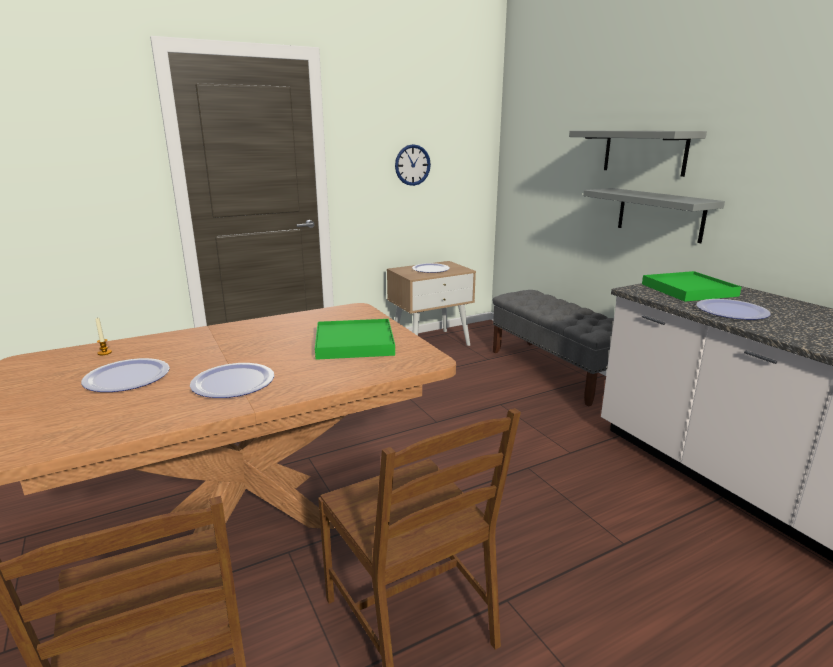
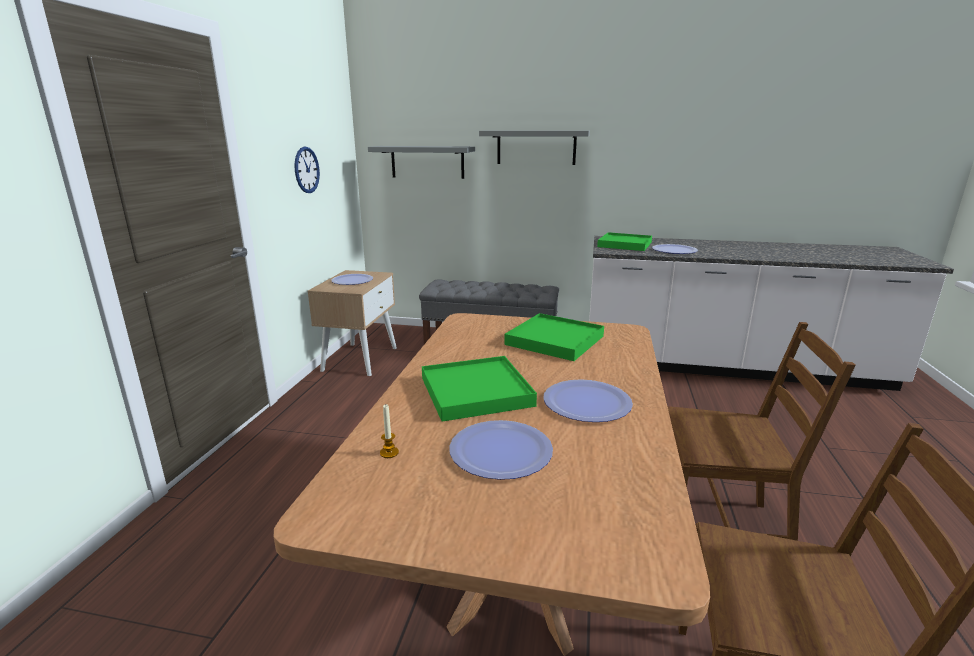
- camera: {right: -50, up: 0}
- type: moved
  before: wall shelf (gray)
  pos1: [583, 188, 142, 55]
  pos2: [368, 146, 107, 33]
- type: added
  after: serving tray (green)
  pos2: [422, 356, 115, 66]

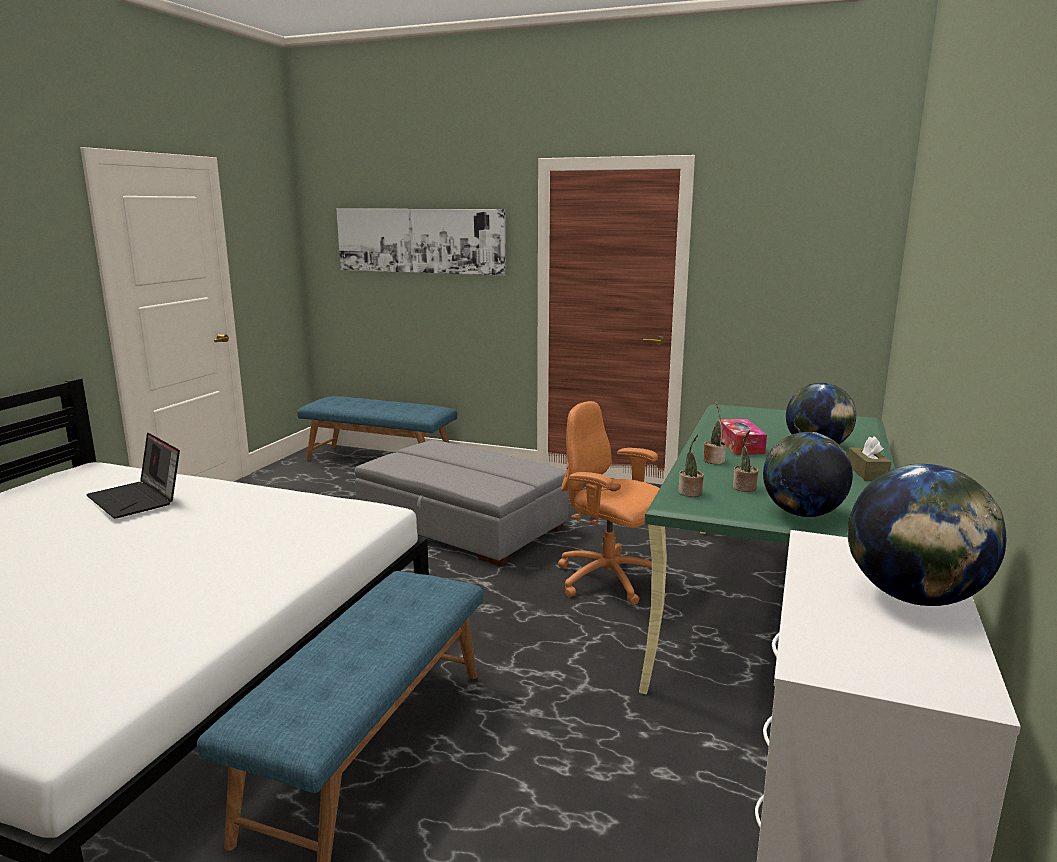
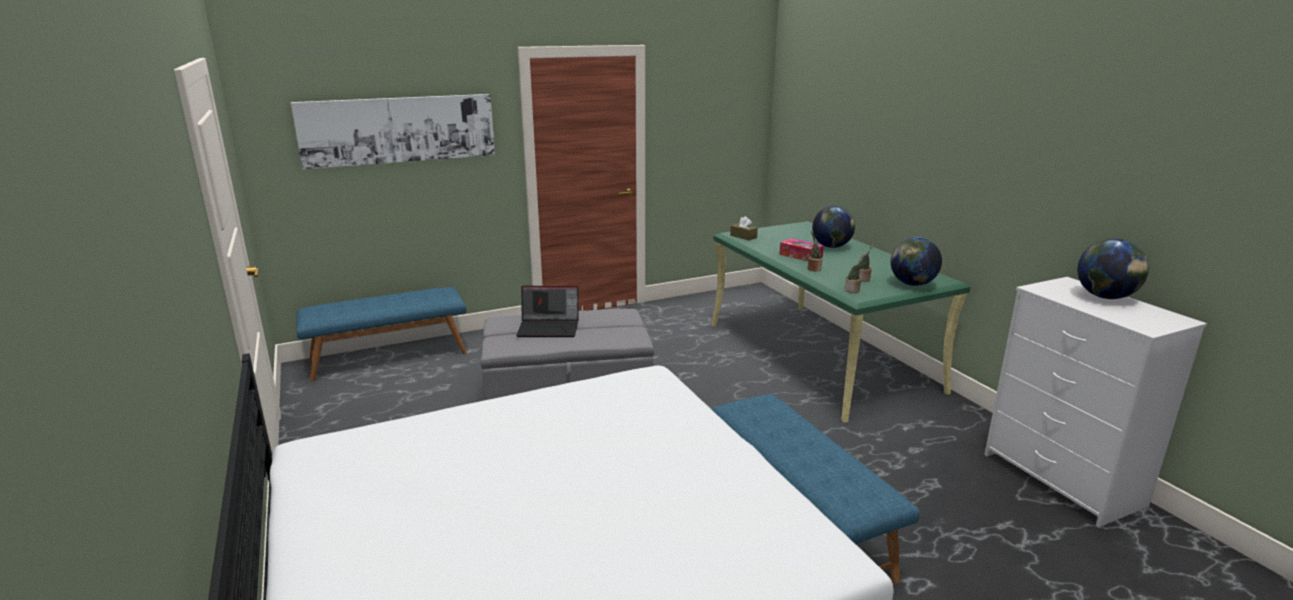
- camera: {right: -45, up: 5}
- type: removed
  before: office chair (orange)
  pos1: [558, 401, 102, 204]
- type: moved
  before: laptop
  pos1: [86, 433, 94, 86]
  pos2: [516, 286, 62, 51]
- type: moved
  before: tissue holder (brownish)
  pos1: [848, 436, 43, 44]
  pos2: [730, 216, 28, 24]

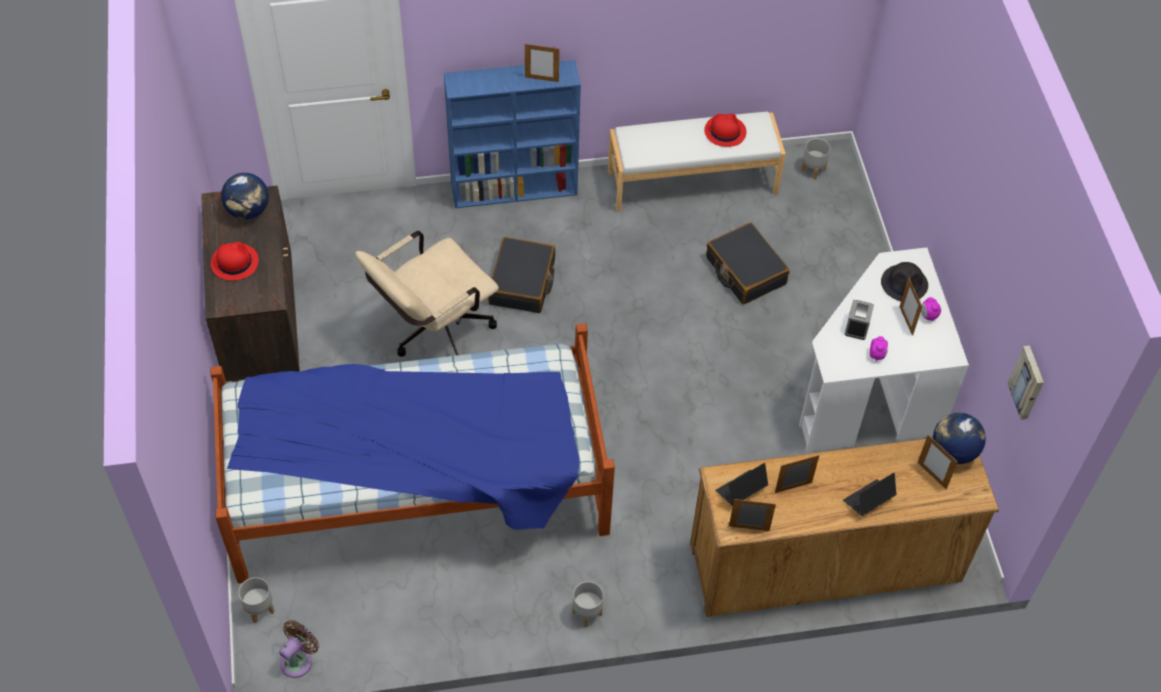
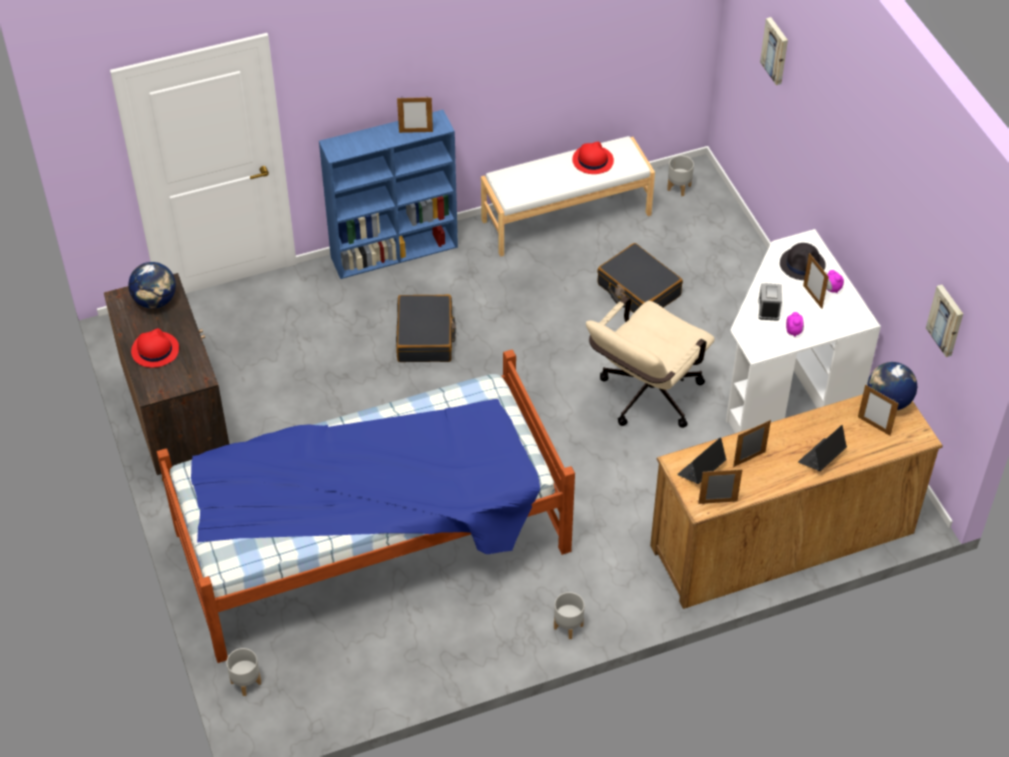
- camera: {right: -10, up: -5}
- type: moved
  before: office chair (beige)
  pos1: [355, 231, 144, 126]
  pos2: [586, 296, 129, 132]
- type: removed
  before: fan (brownish)
  pos1: [279, 620, 40, 58]
- type: added
  after: picture
  pos2: [760, 17, 28, 68]

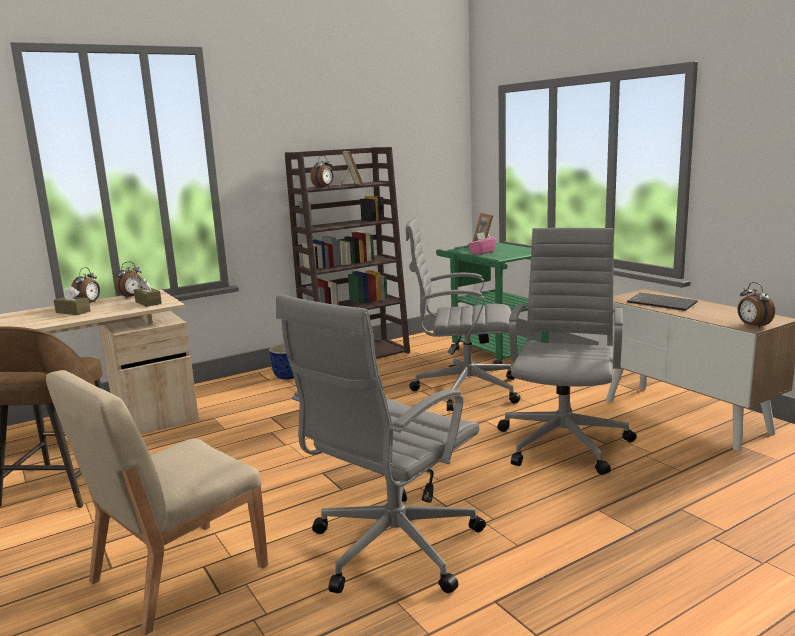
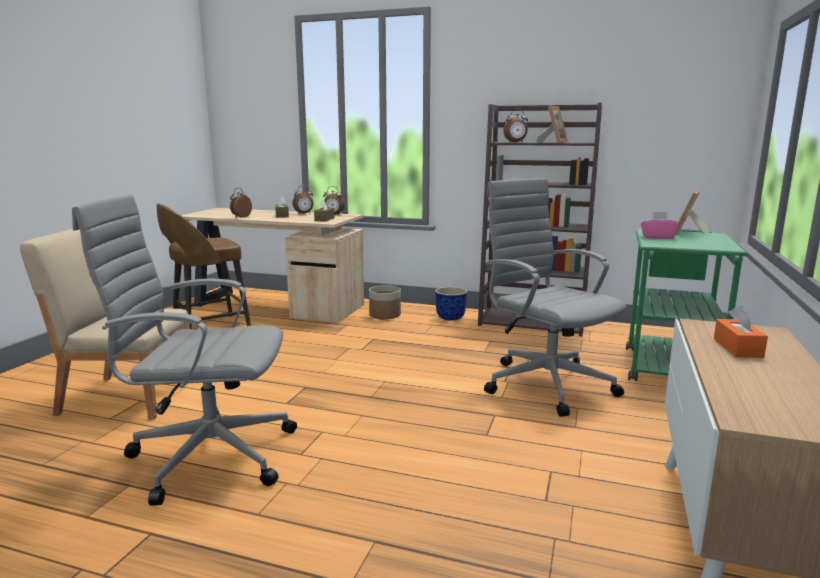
- camera: {right: 50, up: 0}
- type: removed
  before: office chair (gray)
  pos1: [497, 228, 140, 247]
- type: moved
  before: bedside clock
  pos1: [738, 282, 37, 47]
  pos2: [230, 188, 22, 30]
- type: replaced
  before: PC keyboard
  after: tissue holder (orange)
  pos1: [627, 293, 71, 18]
  pos2: [714, 306, 54, 52]
- type: added
  after: planter
  pos2: [369, 285, 32, 35]

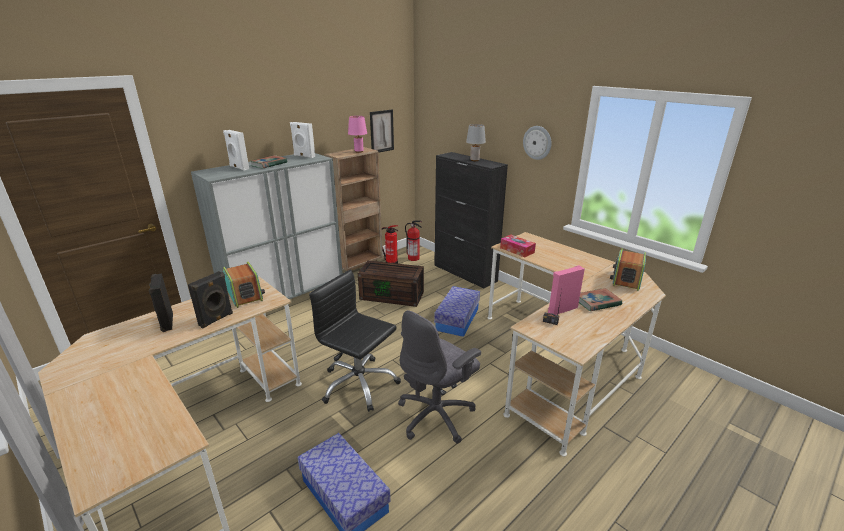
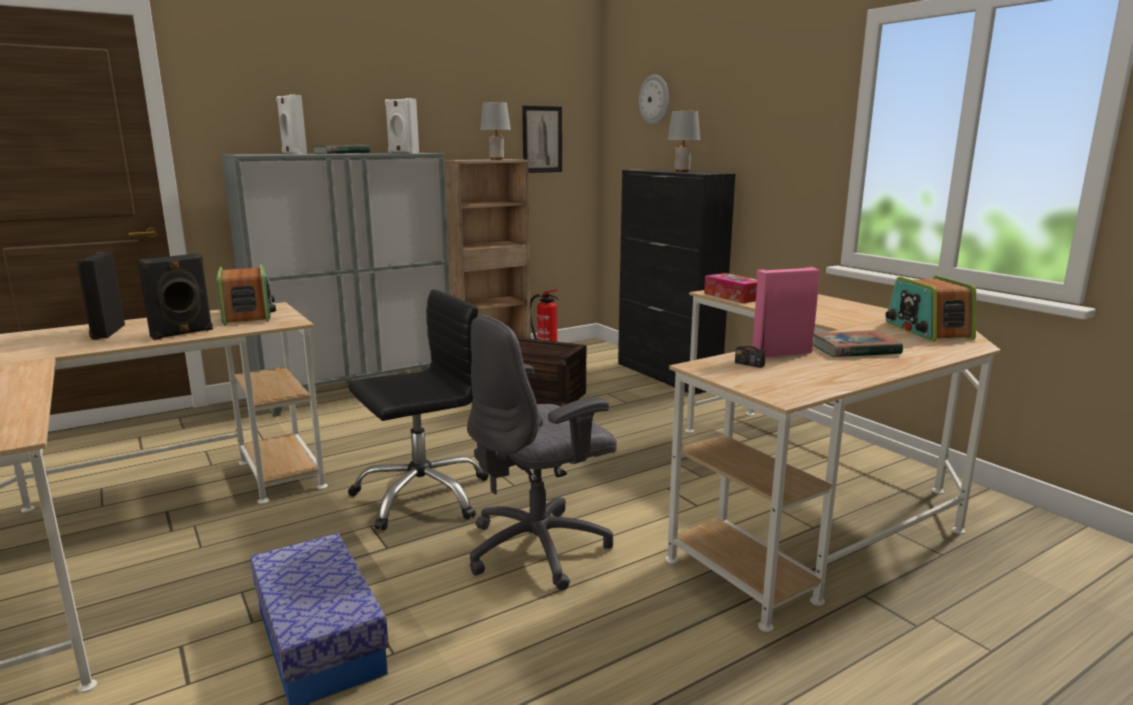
- camera: {right: 10, up: -10}
- type: recoloured
  before: lamp for a table (pink)
  after: lamp for a table (gray)
  pos1: [348, 116, 19, 37]
  pos2: [480, 102, 31, 58]
- type: moved
  before: wall clock
  pos1: [523, 126, 29, 34]
  pos2: [638, 75, 31, 50]
- type: removed
  before: extinguisher
  pos1: [405, 220, 17, 41]
- type: turned
  before: radio receiver
  pos1: [610, 248, 36, 43]
  pos2: [885, 276, 91, 65]
  turn: -45
- type: turned
  before: office chair (black-coloured)
  pos1: [309, 269, 92, 143]
  pos2: [348, 289, 141, 241]
  turn: 105
- type: removed
  before: storage container
  pos1: [434, 286, 46, 51]

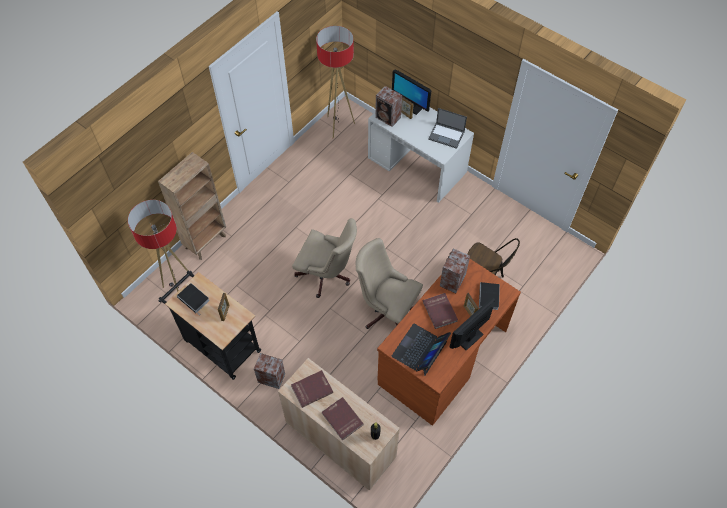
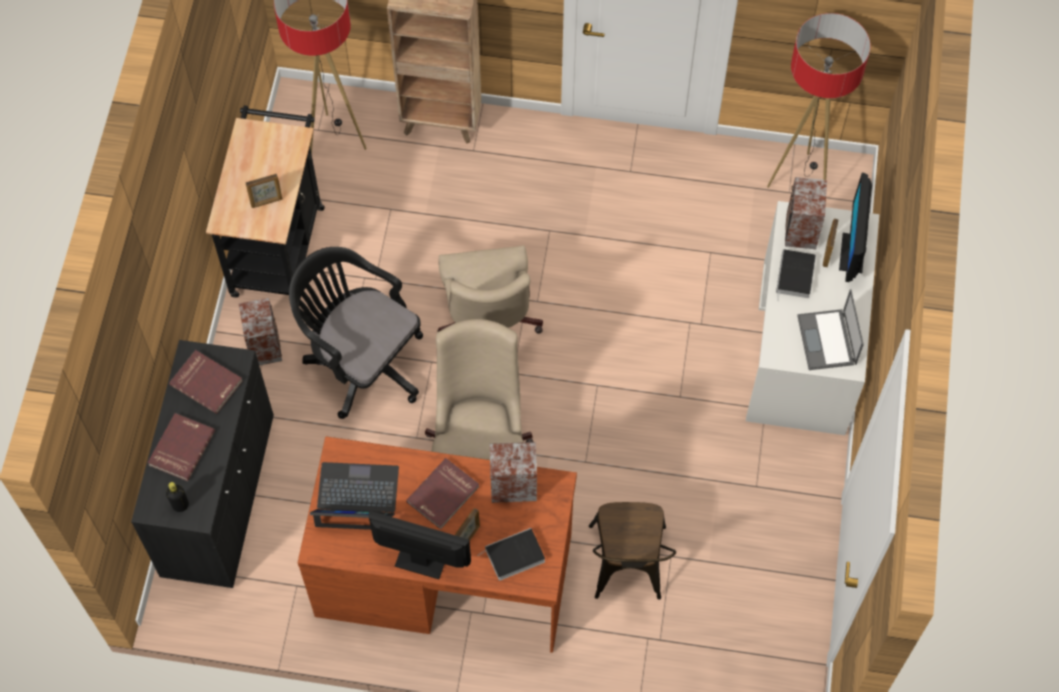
- camera: {right: 60, up: 5}
- type: moved
  before: bound book
  pos1: [177, 283, 33, 30]
  pos2: [776, 249, 40, 52]
- type: recoloured
  before: cabinet (beige)
  after: cabinet (black-coloured)
  pos1: [278, 358, 122, 133]
  pos2: [131, 340, 143, 248]
- type: added
  after: office chair (black-coloured)
  pos2: [289, 247, 134, 172]

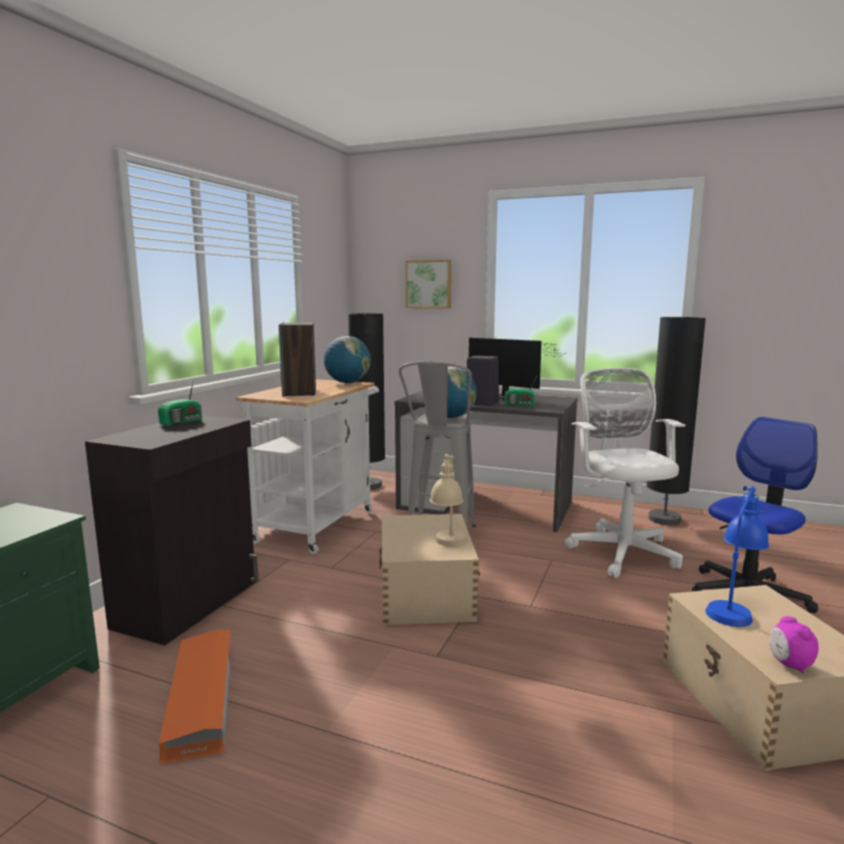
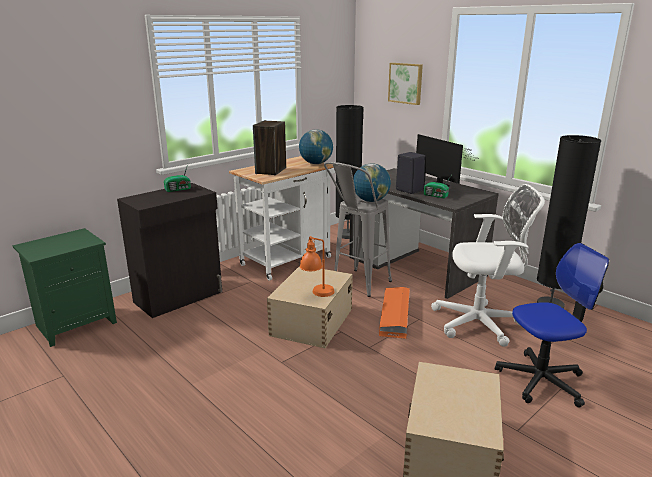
- camera: {right: 25, up: 10}
- type: turned
  before: office chair (whitish)
  pos1: [565, 368, 121, 210]
  pos2: [431, 184, 114, 163]
  turn: 75
- type: recoloured
  before: lamp for a table (beige)
  after: lamp for a table (orange)
  pos1: [430, 454, 37, 92]
  pos2: [300, 236, 35, 61]
- type: removed
  before: lamp for a table (bluish)
  pos1: [706, 486, 63, 141]
- type: removed
  before: bedside clock
  pos1: [769, 616, 49, 57]
- type: moved
  before: storage container (orange)
  pos1: [158, 630, 72, 134]
  pos2: [379, 287, 31, 52]

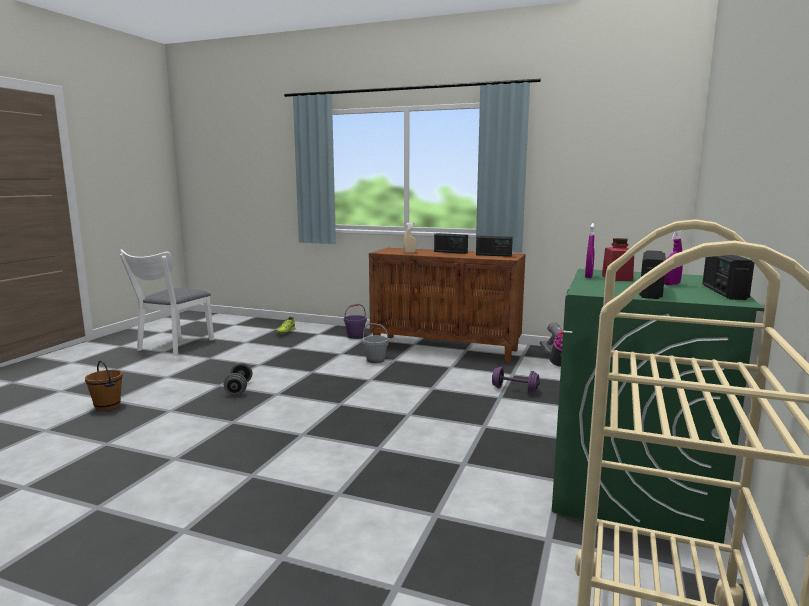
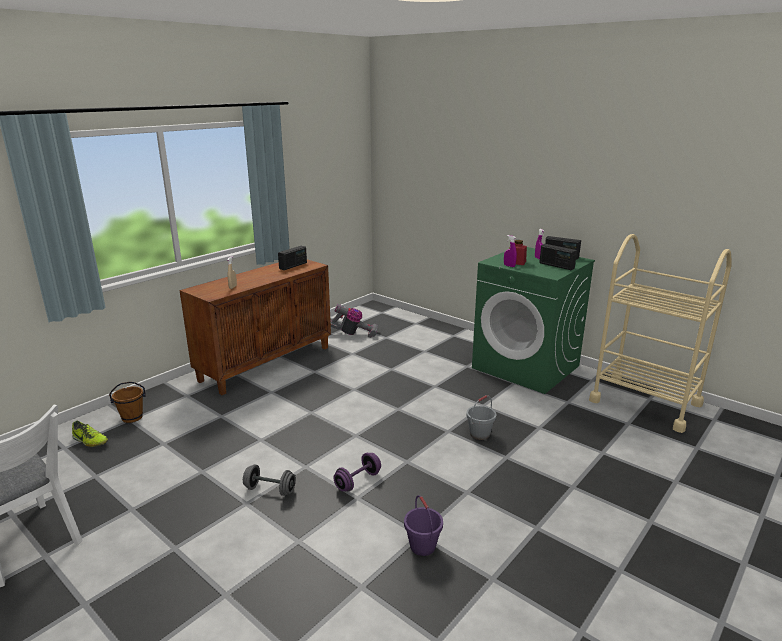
- camera: {right: -70, up: 10}
- type: removed
  before: radio receiver
  pos1: [434, 233, 34, 21]
- type: moved
  before: pail (purple-coloured)
  pos1: [344, 304, 23, 35]
  pos2: [404, 495, 39, 61]
- type: moved
  before: pail (gray)
  pos1: [362, 323, 27, 40]
  pos2: [466, 395, 30, 45]
- type: moved
  before: pail (brownish)
  pos1: [85, 360, 38, 51]
  pos2: [109, 382, 37, 41]
- type: moved
  before: hand weight (purple-coloured)
  pos1: [492, 366, 48, 27]
  pos2: [334, 453, 47, 38]

